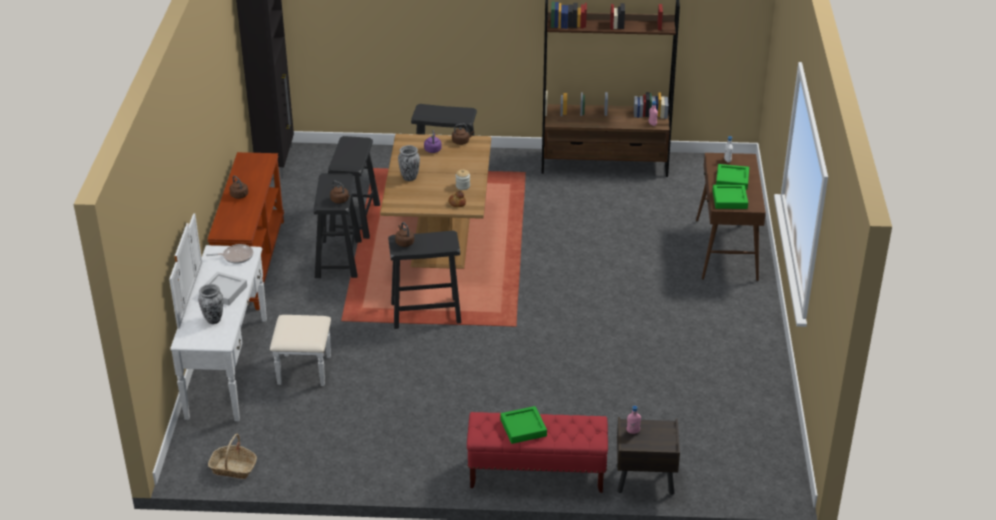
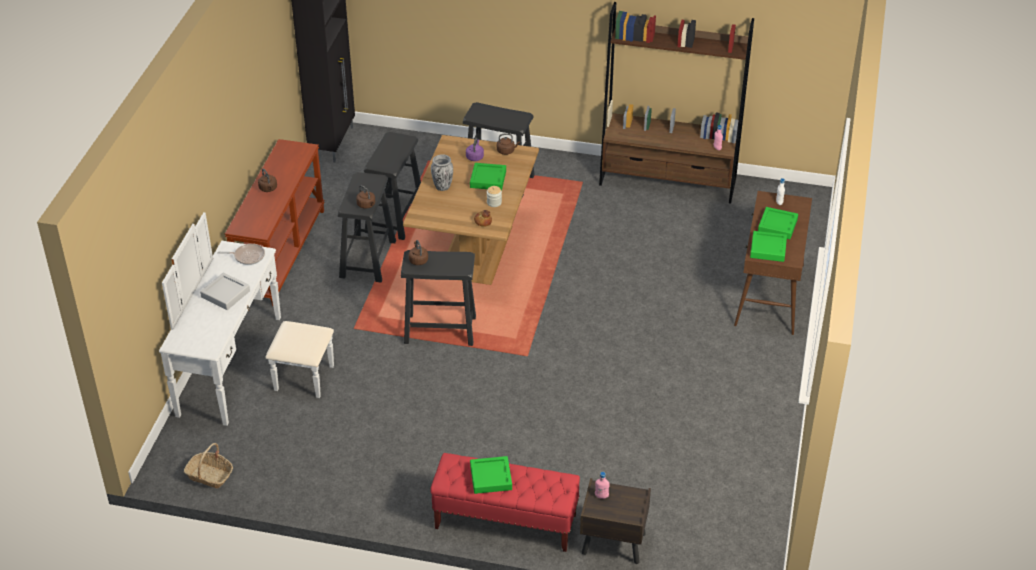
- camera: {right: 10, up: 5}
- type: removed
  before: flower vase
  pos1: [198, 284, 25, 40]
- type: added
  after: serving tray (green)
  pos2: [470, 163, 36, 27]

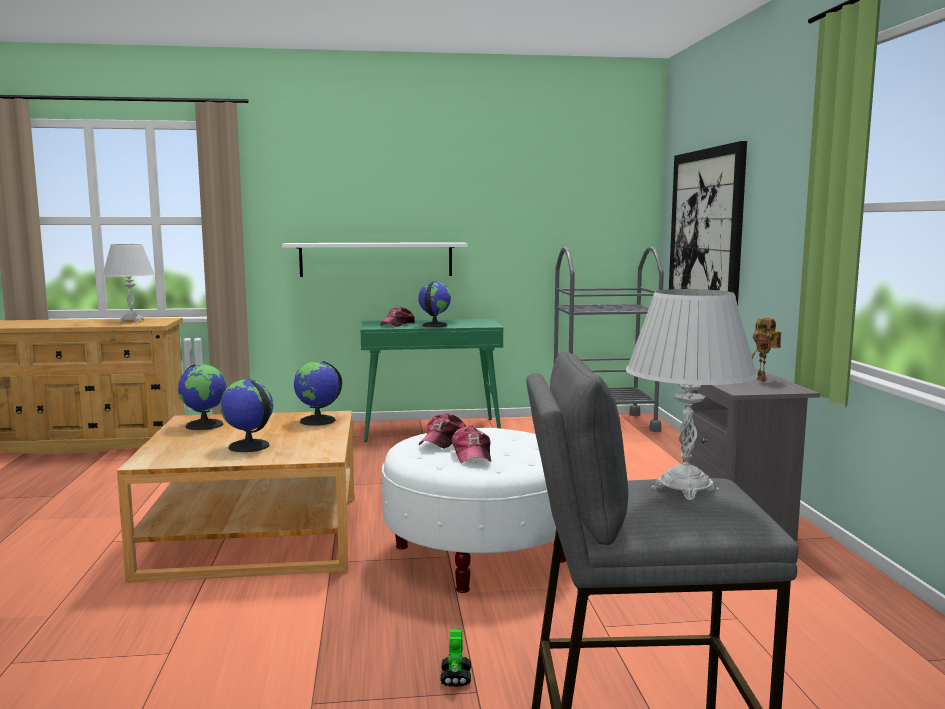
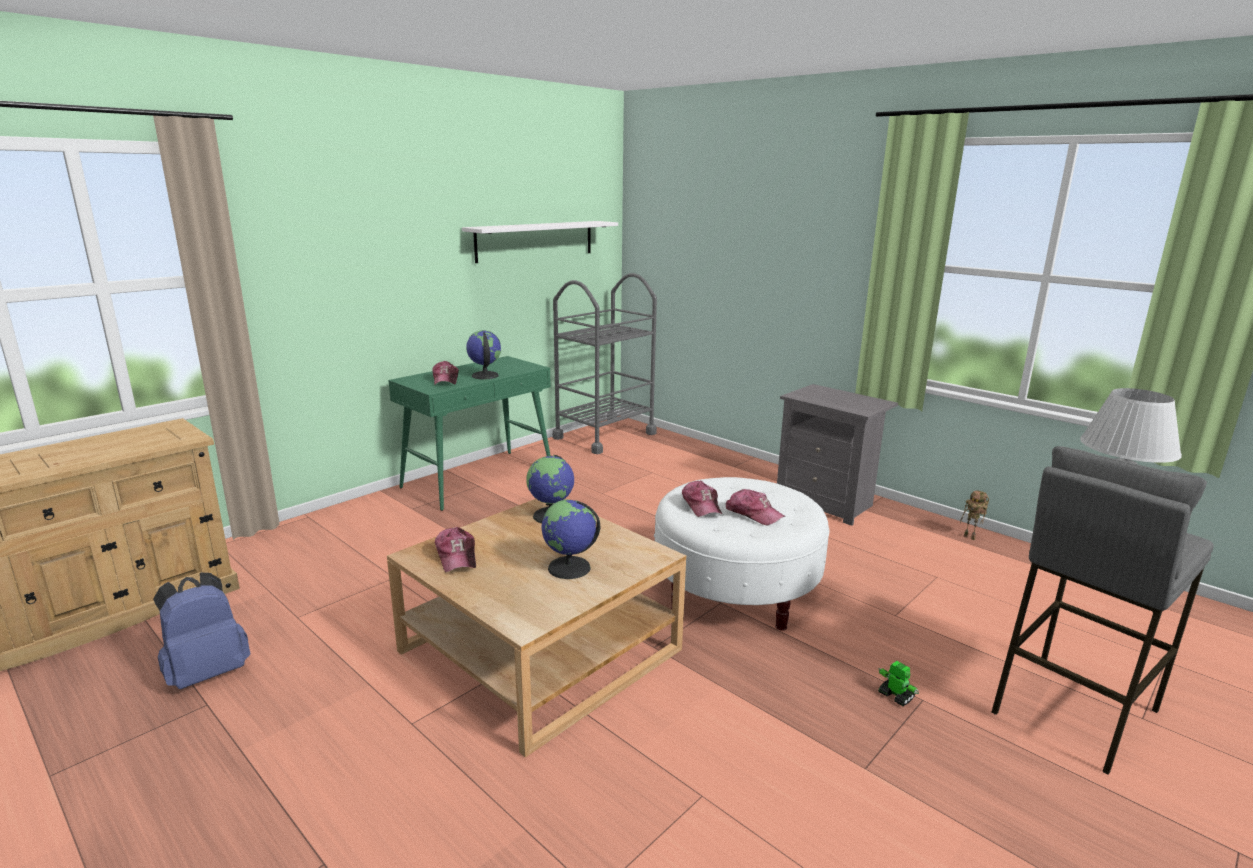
- camera: {right: -40, up: 10}
- type: removed
  before: picture
  pos1: [669, 141, 78, 164]
- type: moved
  before: wall shelf (whitish)
  pos1: [282, 242, 186, 35]
  pos2: [462, 221, 156, 42]
- type: removed
  before: lamp for a table (whitish)
  pos1: [102, 244, 53, 79]
- type: moved
  before: toy robot
  pos1: [752, 317, 30, 64]
  pos2: [960, 491, 29, 49]
- type: replaced
  before: world globe
  after: peaked cap
  pos1: [178, 364, 49, 66]
  pos2: [435, 527, 41, 45]
- type: added
  after: backpack (bluish)
  pos2: [153, 573, 97, 116]

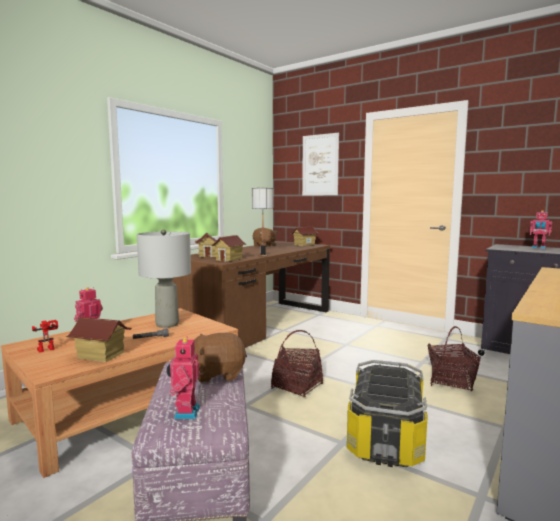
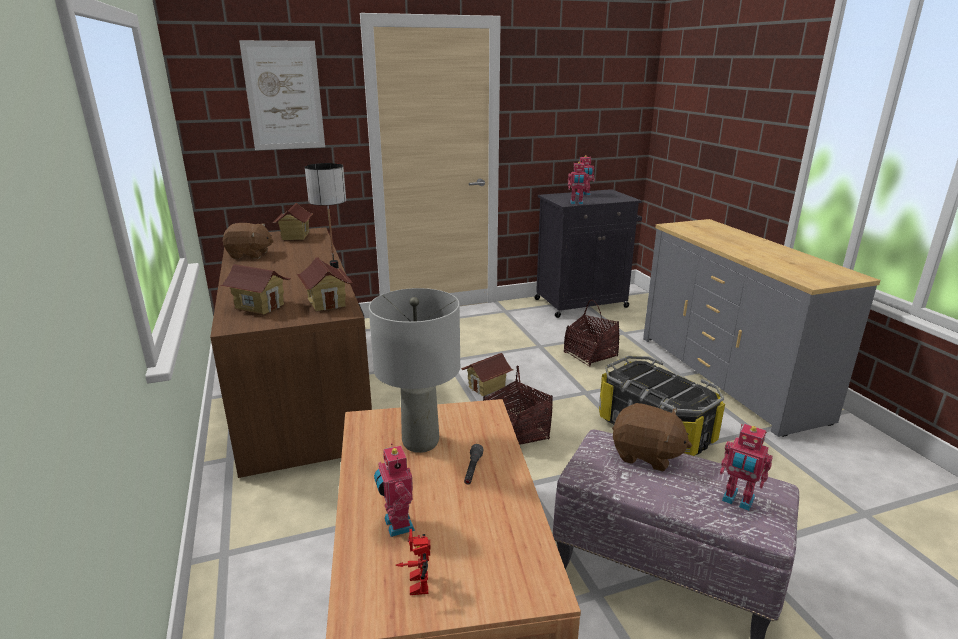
- camera: {right: -55, up: 15}
- type: moved
  before: toy house
  pos1: [66, 317, 66, 45]
  pos2: [461, 353, 52, 44]
- type: turned
  before: plush toy (brownish)
  pos1: [194, 333, 53, 50]
  pos2: [612, 403, 80, 68]
  turn: -90
- type: added
  after: toy robot
  pos2: [568, 162, 21, 42]

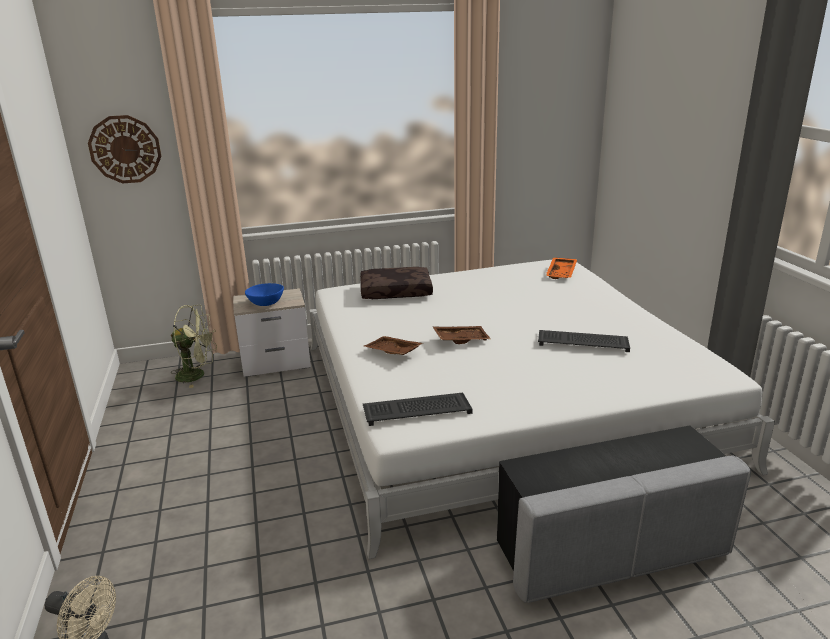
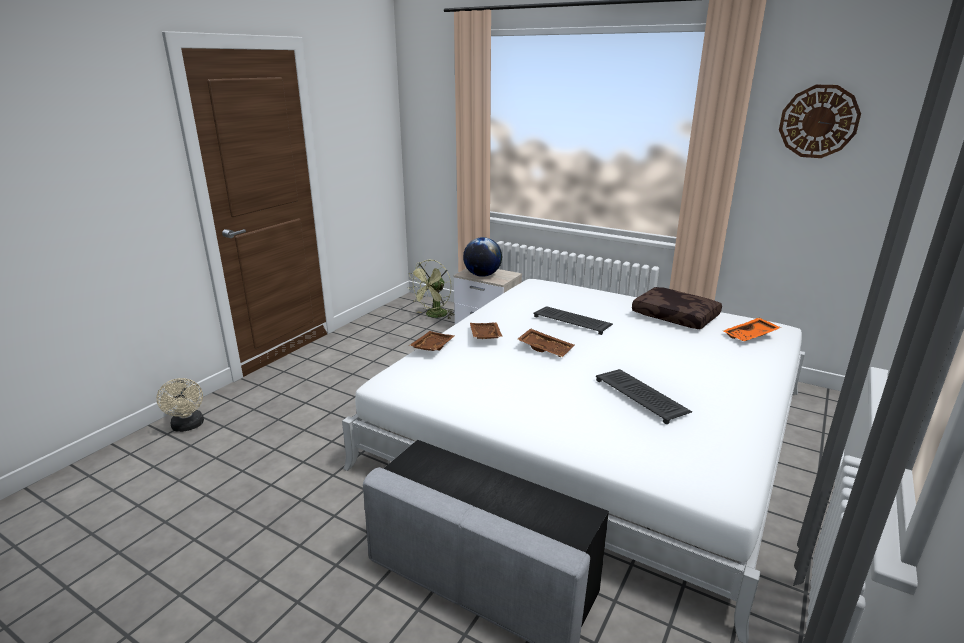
- camera: {right: 45, up: 0}
- type: moved
  before: wall clock
  pos1: [88, 115, 73, 69]
  pos2: [779, 85, 82, 73]
- type: moved
  before: cushion (brownish)
  pos1: [360, 267, 73, 32]
  pos2: [632, 287, 90, 42]
- type: replaced
  before: serving bowl (bluish)
  after: world globe
  pos1: [245, 283, 39, 23]
  pos2: [463, 237, 39, 40]
- type: turned
  before: fan (green)
  pos1: [171, 305, 46, 83]
  pos2: [409, 260, 46, 59]
  turn: 75
- type: moved
  before: PC keyboard
  pos1: [363, 393, 110, 33]
  pos2: [533, 306, 80, 29]
- type: added
  after: serving tray (brownish)
  pos2: [409, 331, 45, 20]

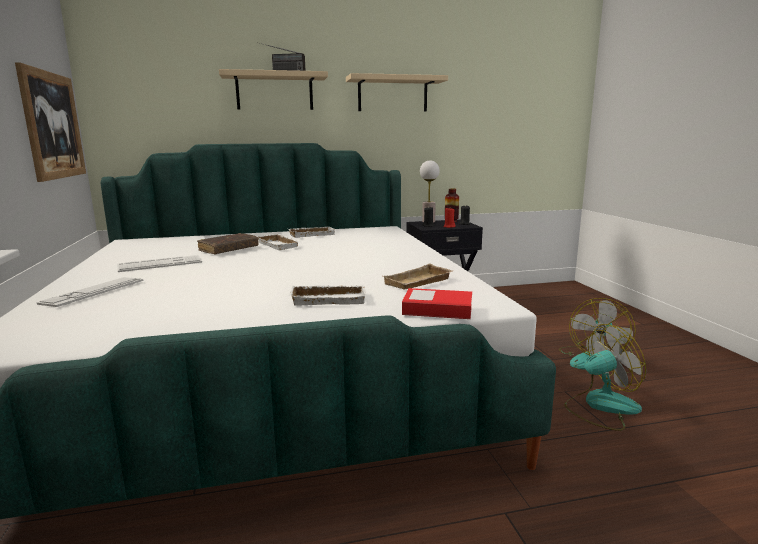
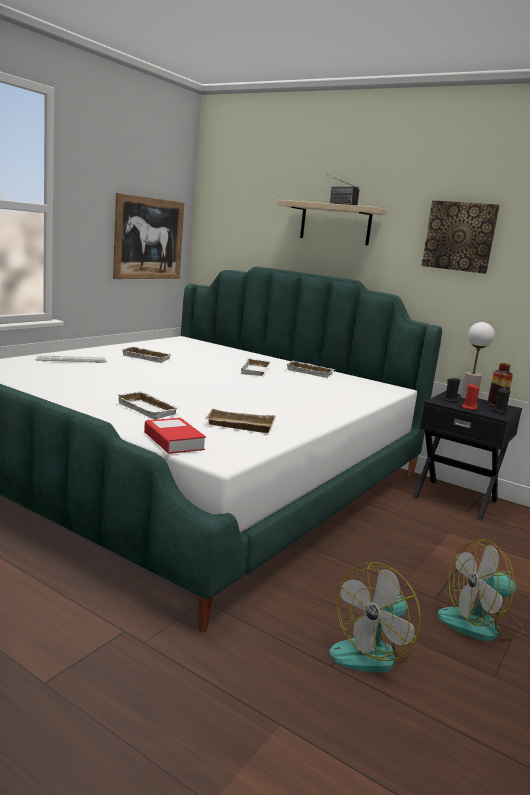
- camera: {right: 45, up: 0}
- type: replaced
  before: wall shelf (beige)
  after: picture
  pos1: [346, 73, 102, 39]
  pos2: [421, 200, 79, 74]
- type: removed
  before: bound book (brownish)
  pos1: [197, 233, 62, 21]
- type: replaced
  before: PC keyboard
  after: serving tray (whitish)
  pos1: [117, 255, 85, 17]
  pos2: [122, 346, 51, 17]
- type: turned
  before: fan
  pos1: [564, 324, 82, 107]
  pos2: [329, 562, 92, 111]
  turn: 105

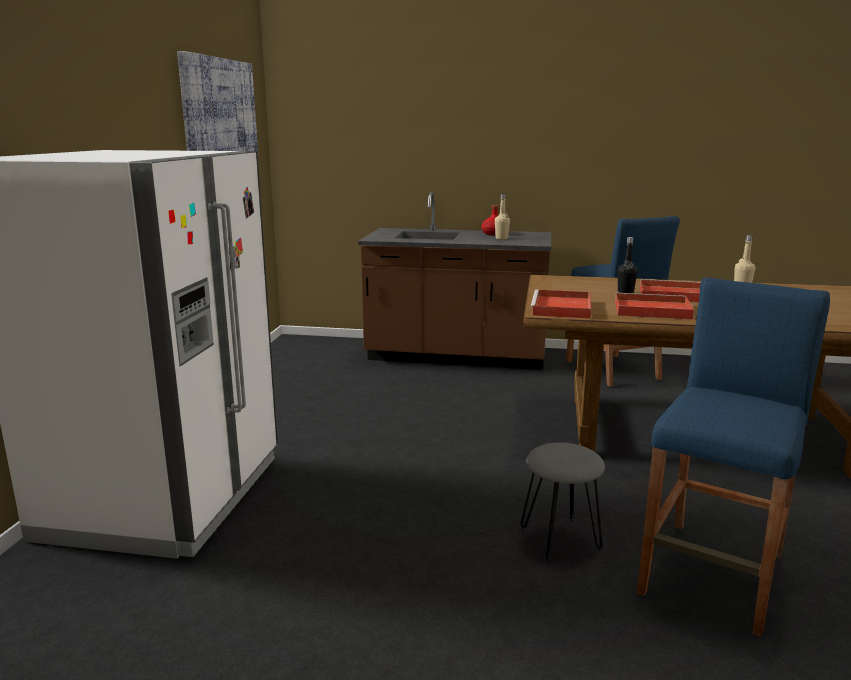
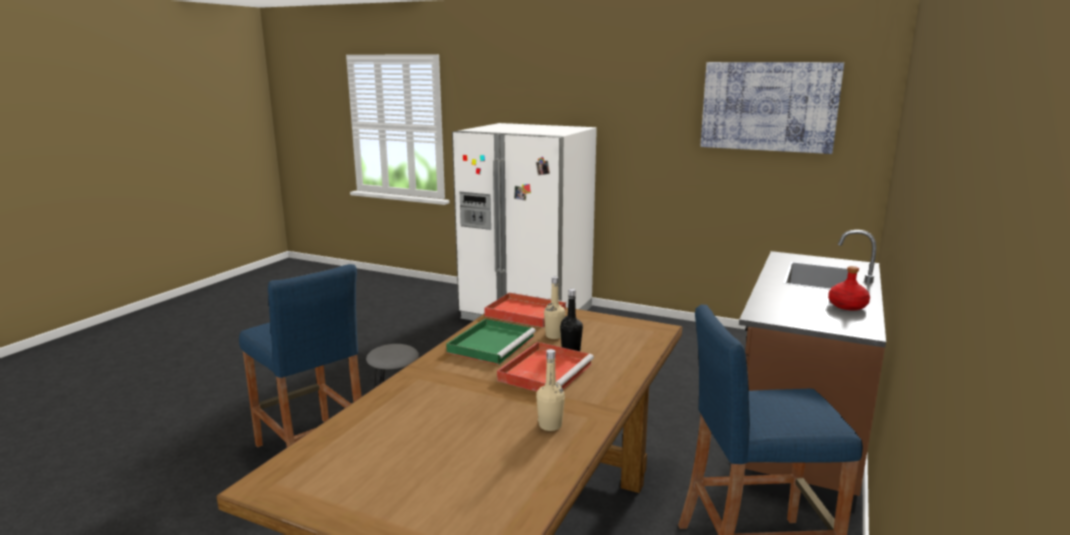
- camera: {right: 105, up: 0}
- type: moved
  before: bottle (beige)
  pos1: [495, 194, 15, 45]
  pos2: [544, 277, 21, 62]
- type: recoloured
  before: serving tray (red-coloured)
  after: serving tray (green)
  pos1: [615, 293, 79, 27]
  pos2: [446, 319, 90, 46]

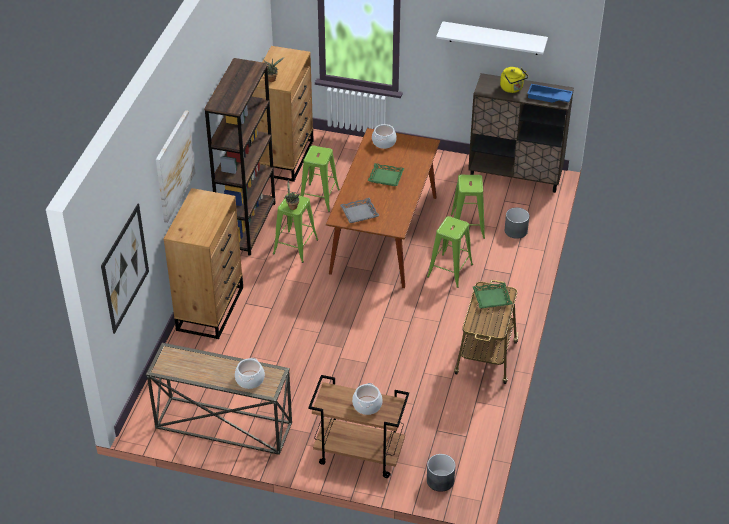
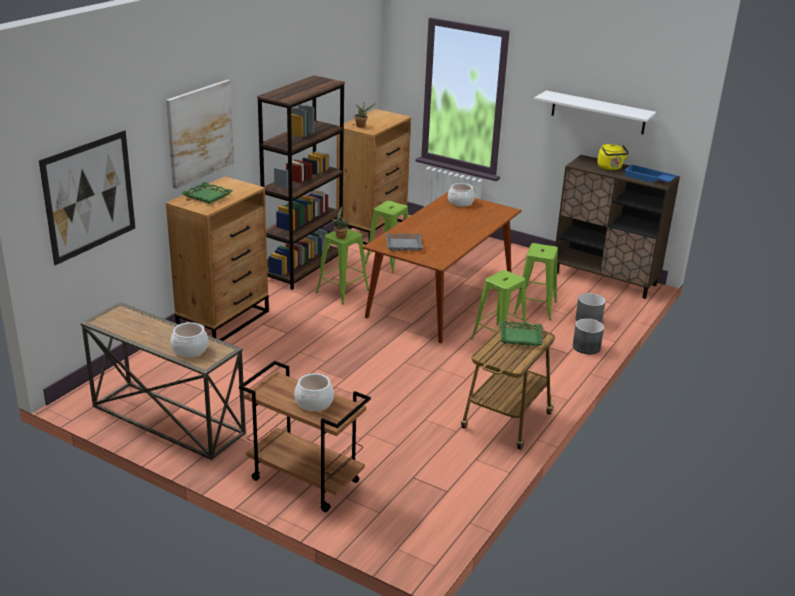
- camera: {right: 15, up: -15}
- type: moved
  before: serving tray (green)
  pos1: [368, 163, 36, 23]
  pos2: [181, 182, 52, 22]
- type: moved
  before: planter (gray)
  pos1: [427, 454, 29, 38]
  pos2: [573, 319, 31, 35]

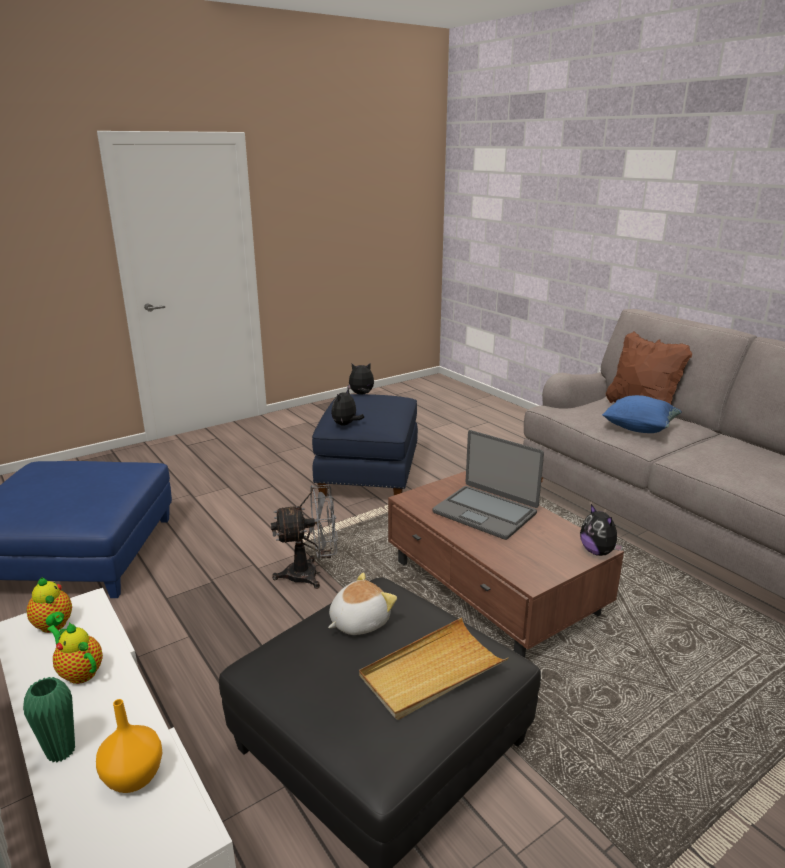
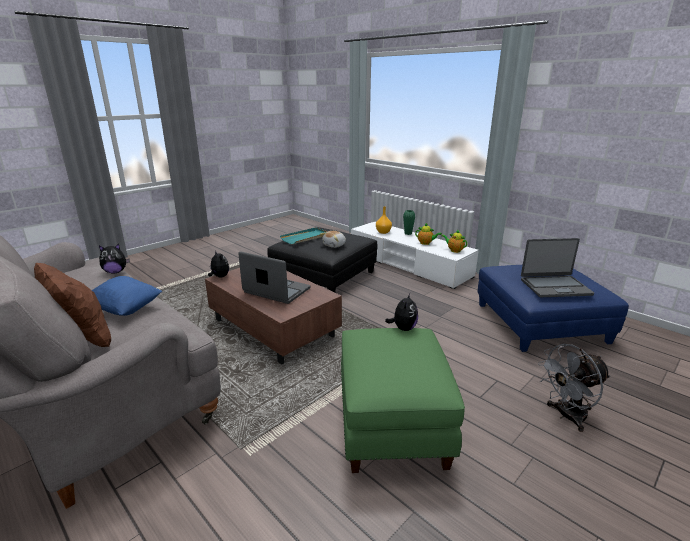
- camera: {right: 170, up: 0}
- type: moved
  before: plush toy
  pos1: [347, 363, 27, 31]
  pos2: [99, 244, 31, 30]
- type: recoloured
  before: pouffe (bluish)
  after: pouffe (green)
  pos1: [312, 394, 106, 103]
  pos2: [341, 328, 124, 145]
- type: moved
  before: fan (gray)
  pos1: [271, 485, 67, 104]
  pos2: [538, 344, 73, 88]
- type: recoloured
  before: serving tray (beige)
  after: serving tray (blue-green)
  pos1: [359, 617, 149, 103]
  pos2: [280, 227, 47, 17]
- type: added
  after: laptop
  pos2: [521, 238, 73, 59]

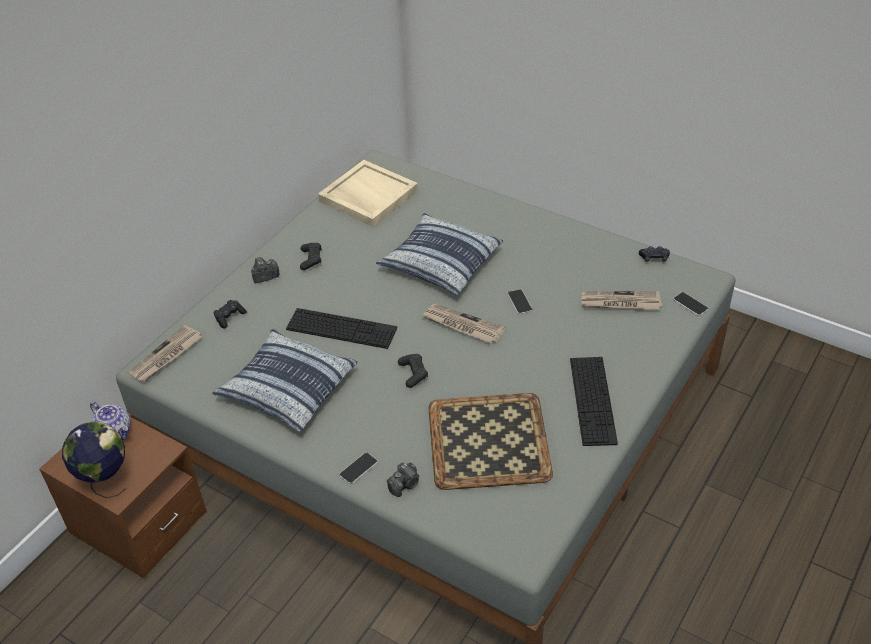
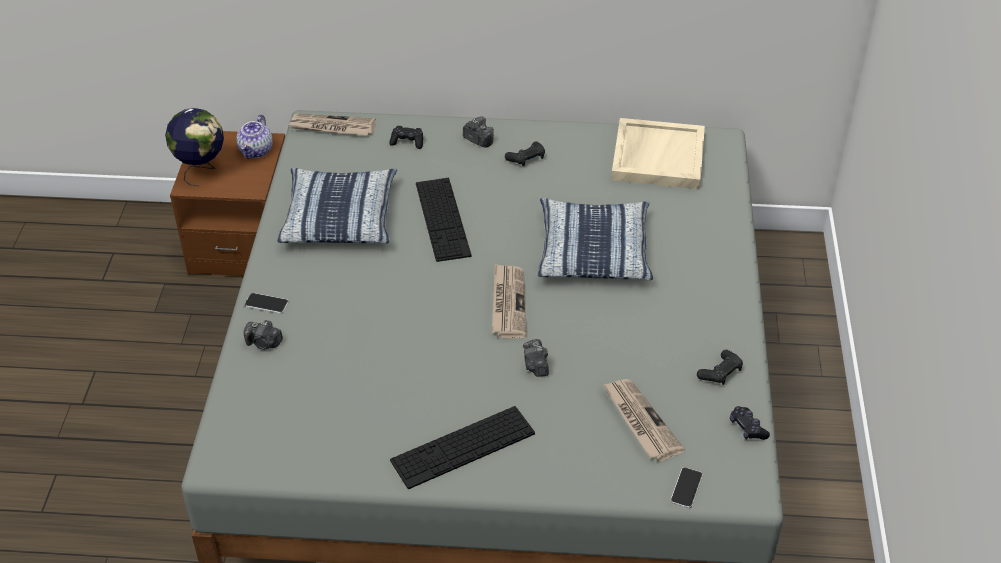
- camera: {right: 60, up: 0}
- type: removed
  before: phone
  pos1: [507, 289, 26, 25]
- type: moved
  before: game controller (black-coloured)
  pos1: [398, 354, 30, 34]
  pos2: [697, 350, 46, 35]
- type: removed
  before: serving tray
  pos1: [428, 393, 125, 97]
- type: added
  after: photo camera
  pos2: [523, 339, 26, 38]

